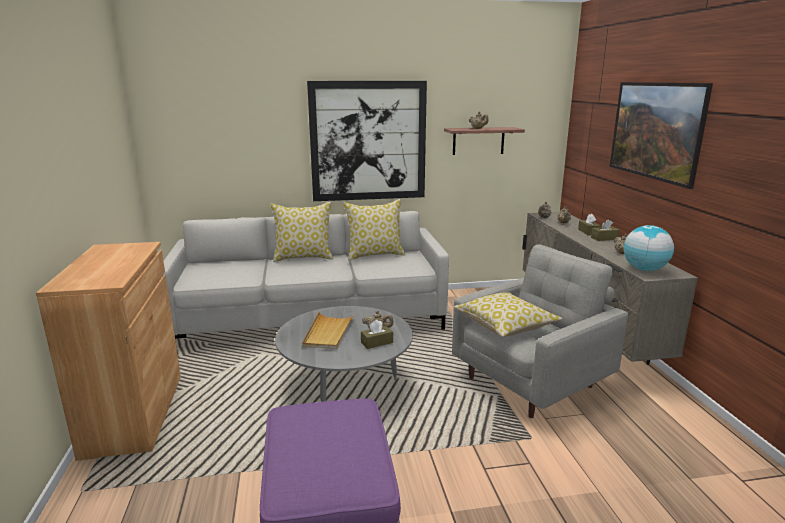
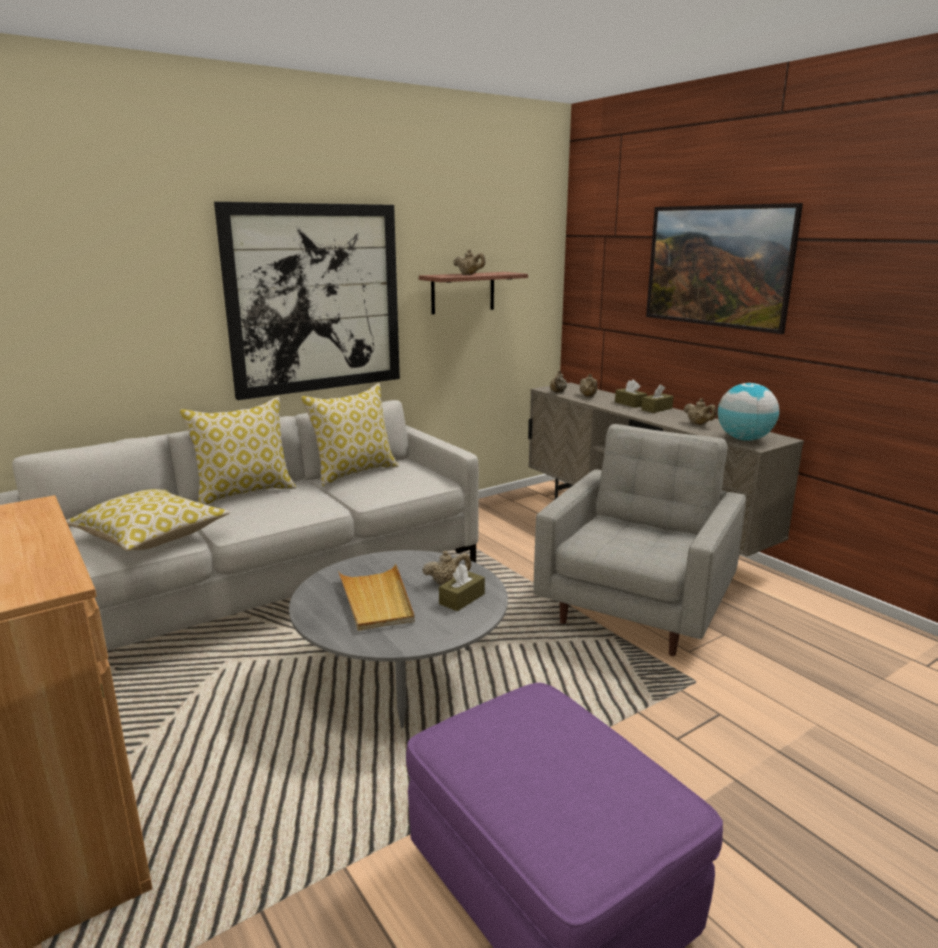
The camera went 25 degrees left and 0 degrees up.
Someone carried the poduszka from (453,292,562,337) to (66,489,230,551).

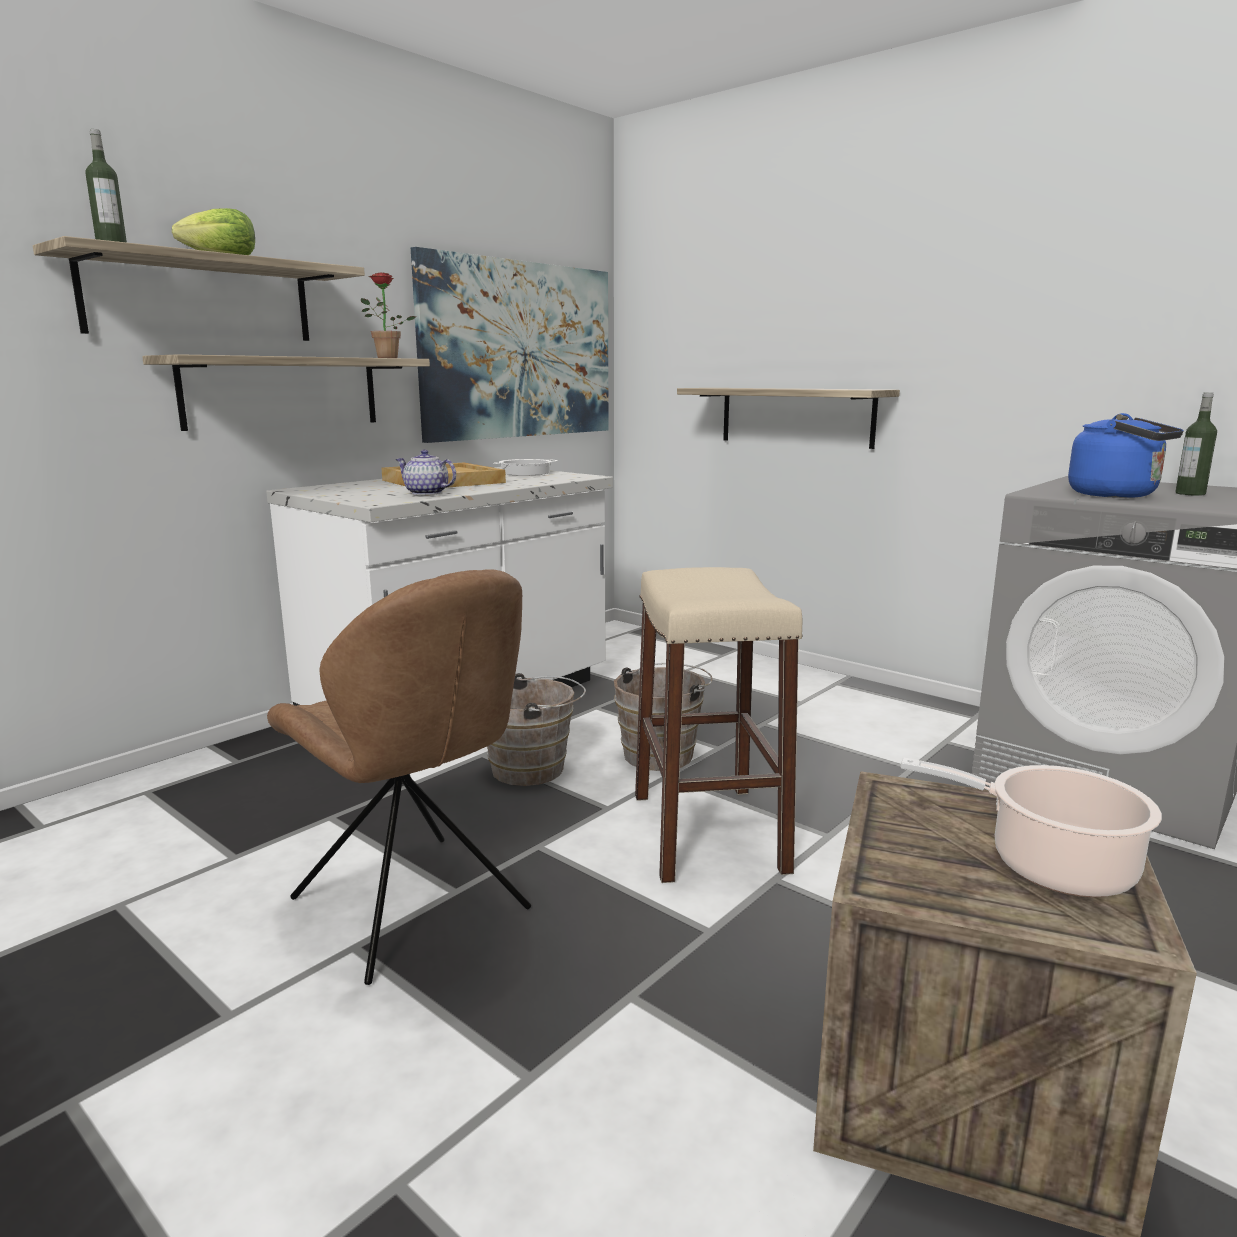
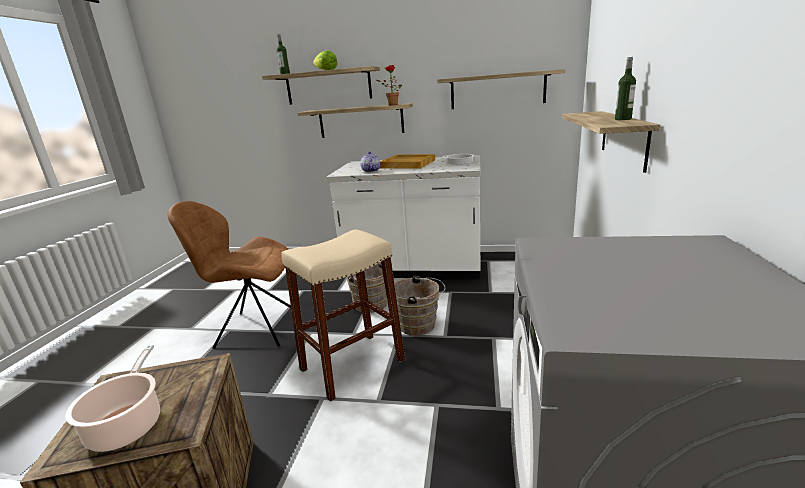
The camera went 60 degrees right and 5 degrees up.
Someone swapped the obraz at (411,247,609,443) for the półka at (437,69,566,109).
Someone carried the butelka from (1175,392,1217,496) to (615,57,636,120).
Someone took away the czajnik [niebieski] at (1068,413,1184,498).
Someone rotated the krzesło [brązowy] at (267,569,531,985) by 75 degrees clockwise.

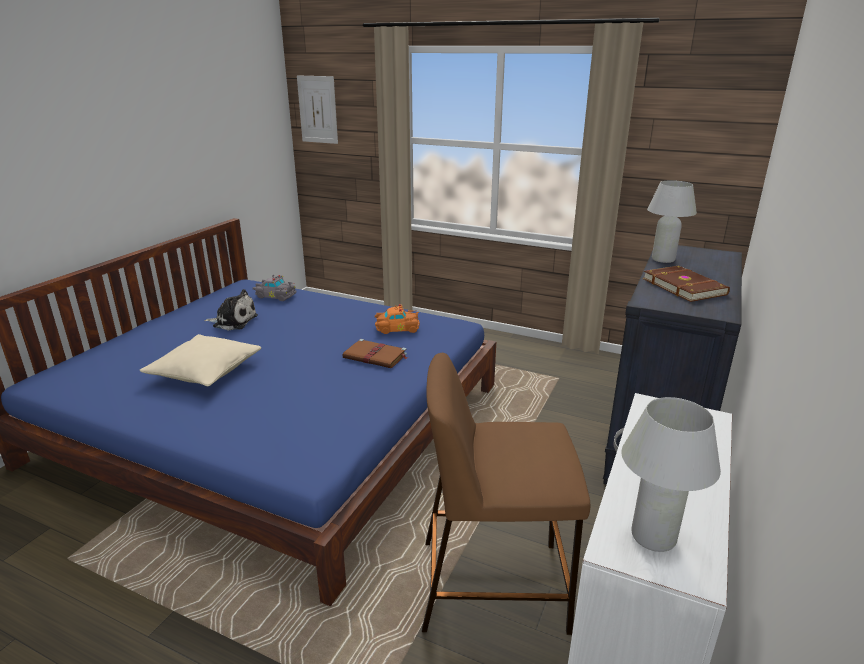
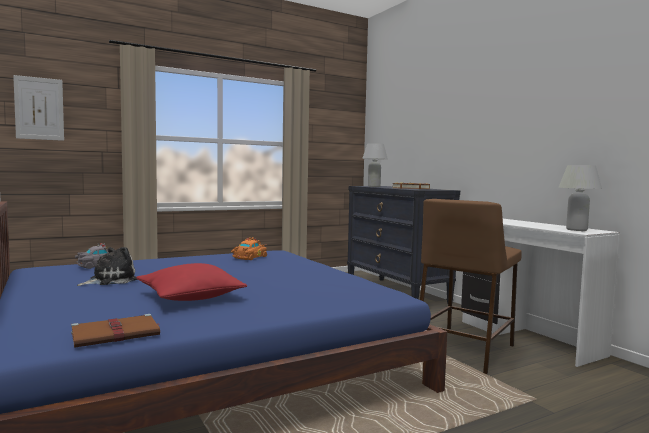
The camera went 55 degrees left and 20 degrees down.
Someone repainted the poduszka [beżowy] at (140,334,261,386), which became the poduszka [czerwony] at (136,263,247,301).
Someone carried the książka [brązowy] from (342,339,408,368) to (71,314,160,348).

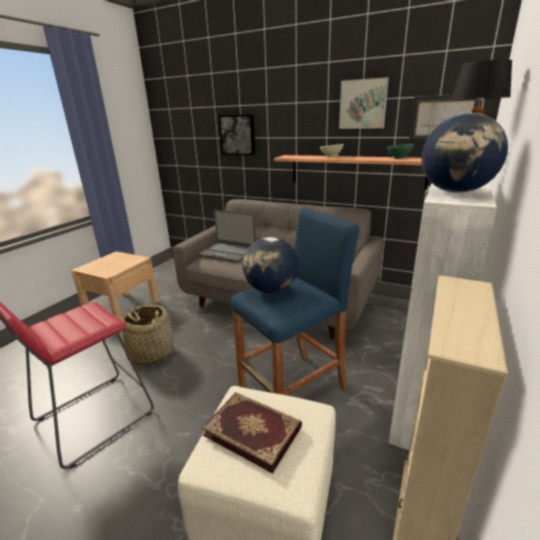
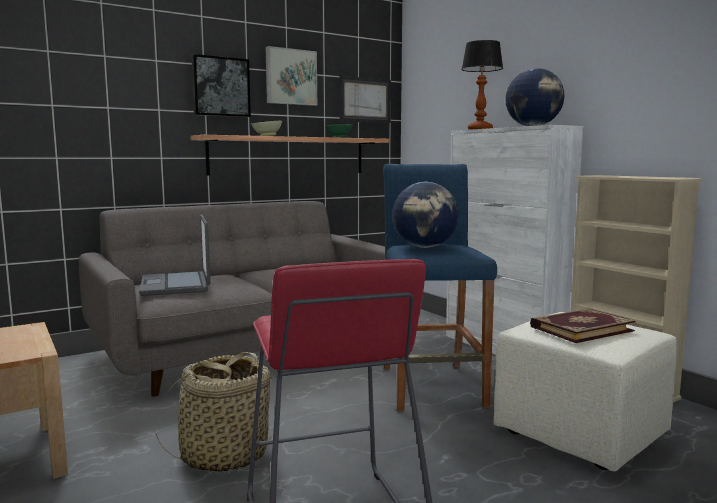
The camera went 60 degrees left and 15 degrees down.
Someone carried the obraz from (219,114,255,155) to (191,54,251,117).
Someone rotated the laptop at (198,210,256,263) by 105 degrees clockwise.

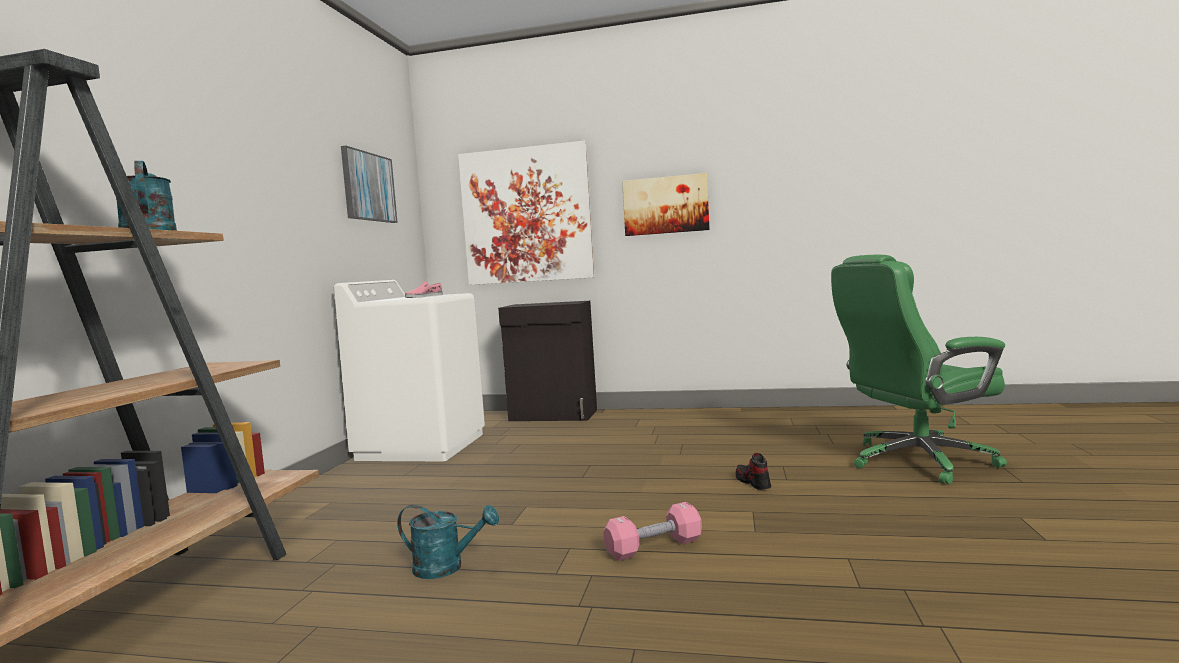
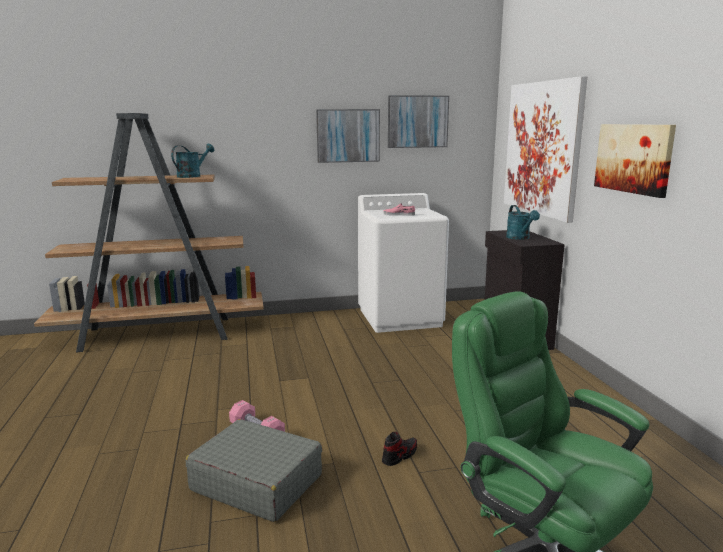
The camera went 65 degrees right and 10 degrees up.
Someone carried the konewka [turkusowy] from (397,505,499,579) to (506,205,540,240).
Someone put up the obraz at (316,109,380,163).
Someone put down the walizka [szary] at (186,419,322,522).

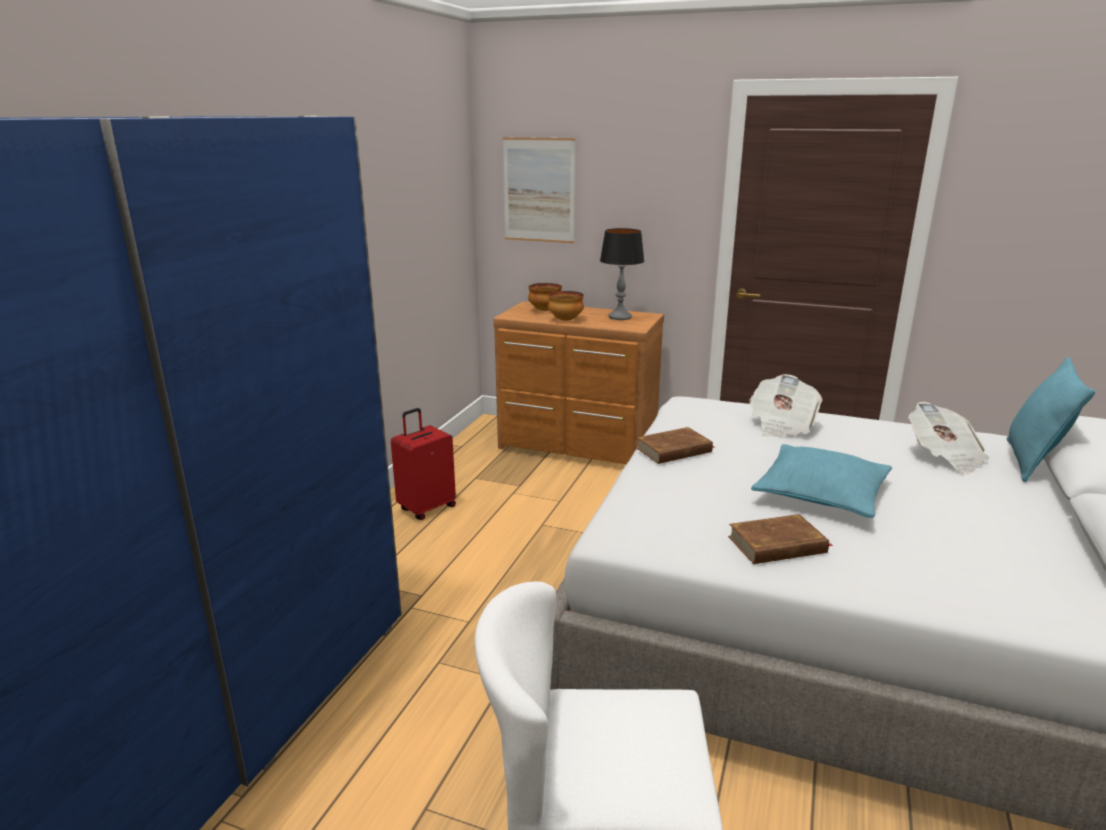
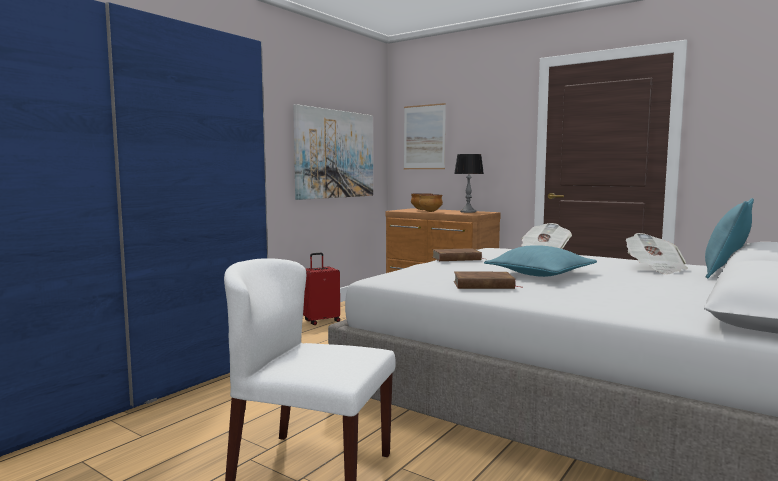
The camera went 15 degrees right and 15 degrees down.
Someone put up the obraz at (293,104,373,200).

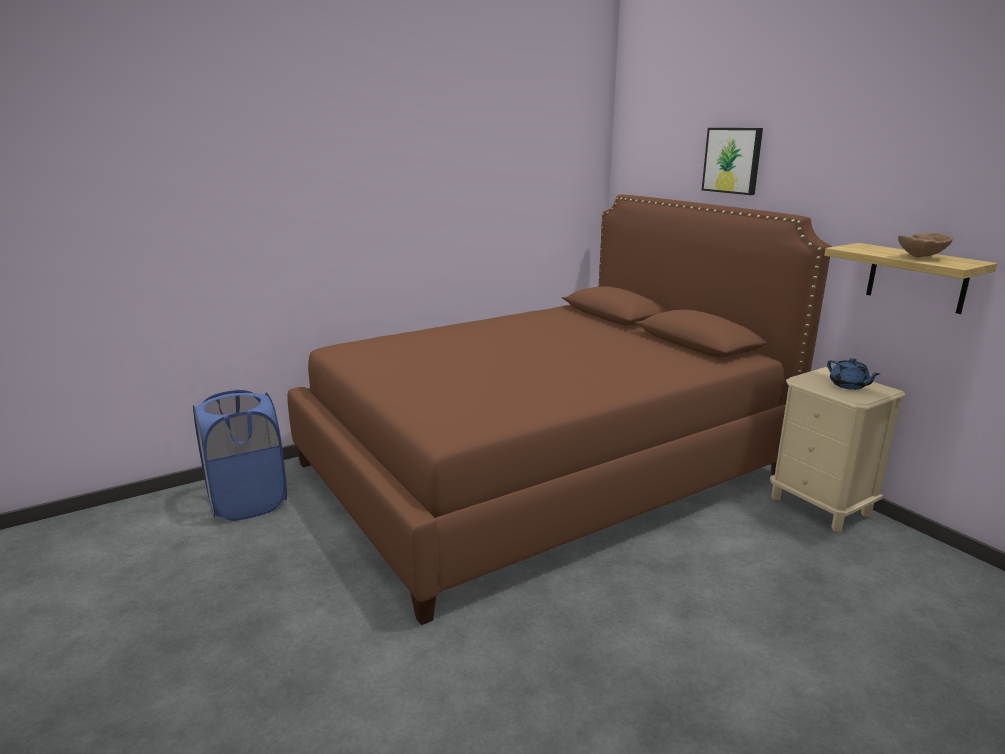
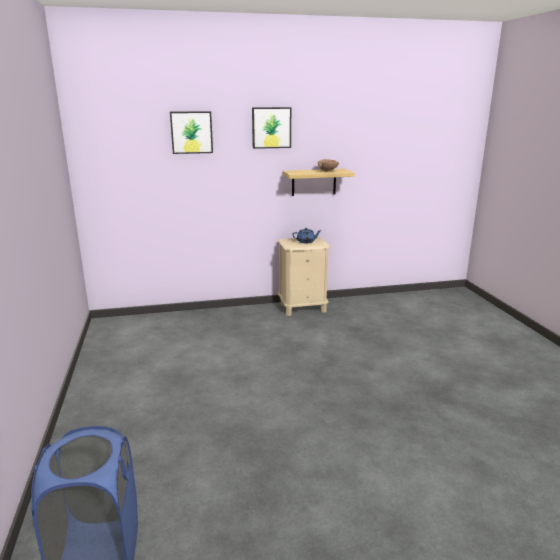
The camera went 70 degrees left and 0 degrees up.
Someone took away the łóżko [brązowy] at (287,195,832,625).
Someone put up the obraz at (252,107,291,149).

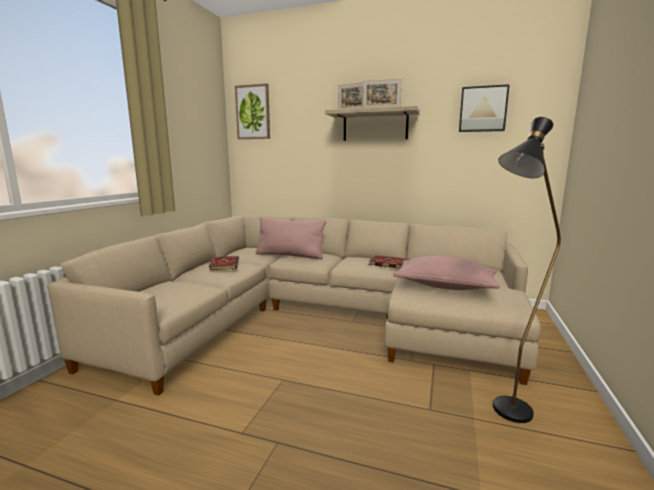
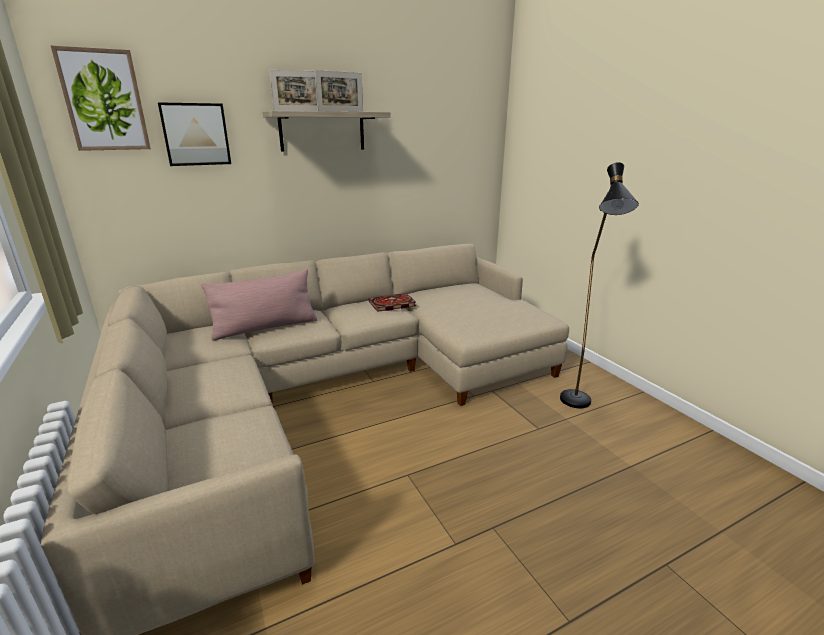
The camera went 45 degrees left and 10 degrees up.
Someone carried the obraz from (459,84,510,132) to (158,102,231,166).
Someone took away the poduszka [różowy] at (393,255,499,290).
Someone took away the książka at (209,256,239,270).

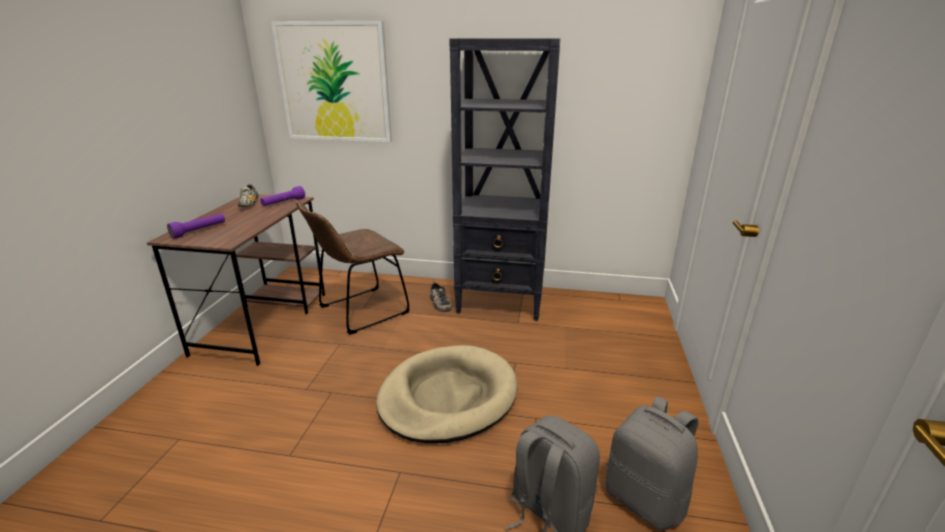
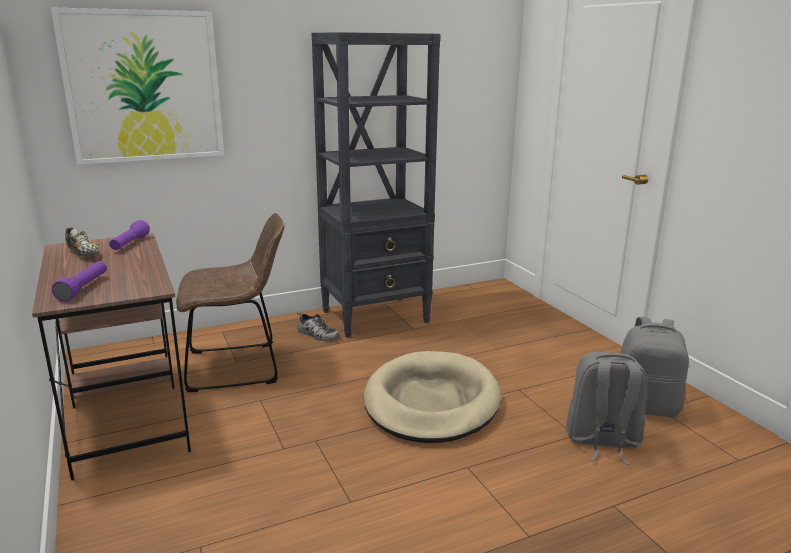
The camera went 35 degrees left and 5 degrees down.
Someone rotated the krzesło [brązowy] at (296,201,410,335) by 120 degrees counterclockwise.

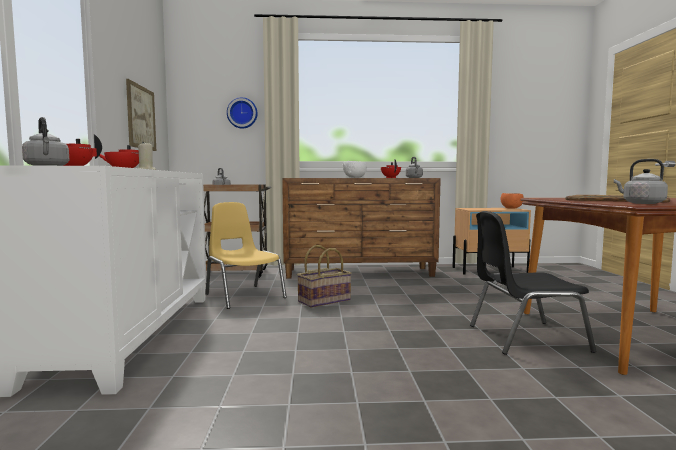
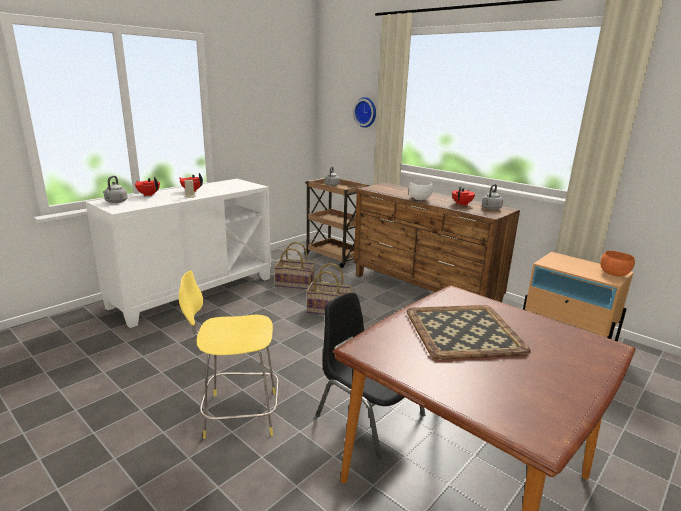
The camera went 45 degrees right and 15 degrees up.
Someone took away the obraz at (126,79,156,151).
Someone took away the czajnik [szary] at (614,159,668,204).
Someone swapped the krzesło [żółty] at (205,202,287,309) for the koszyk at (274,242,315,289).
Someone put down the stołek [żółty] at (179,270,278,439).

